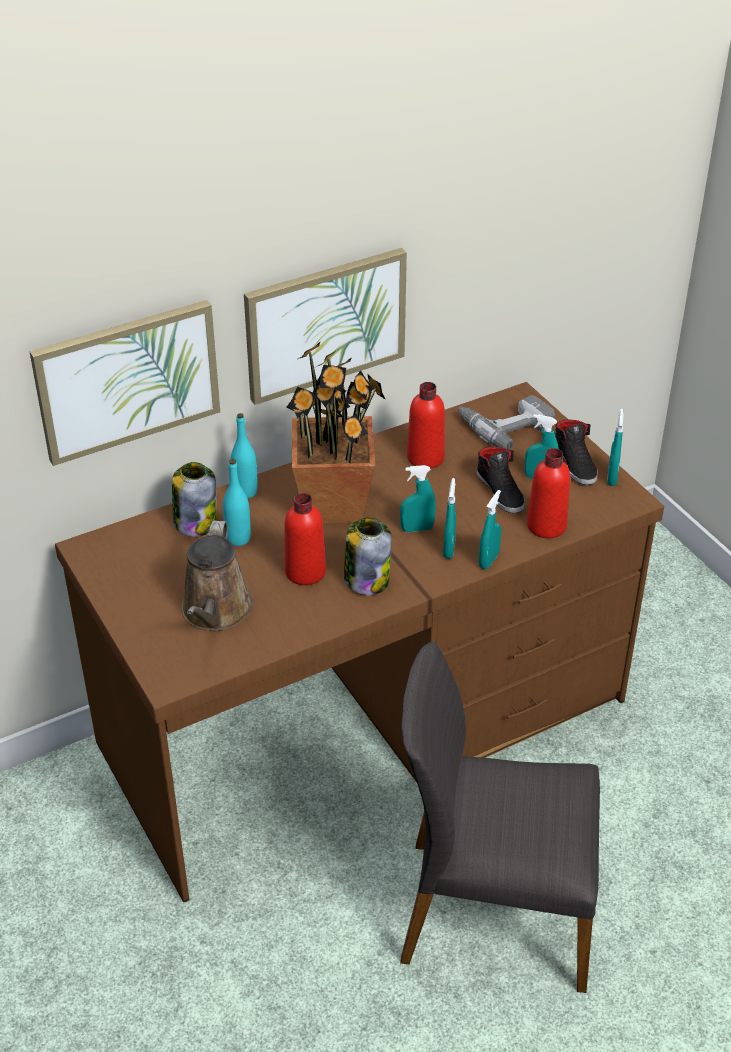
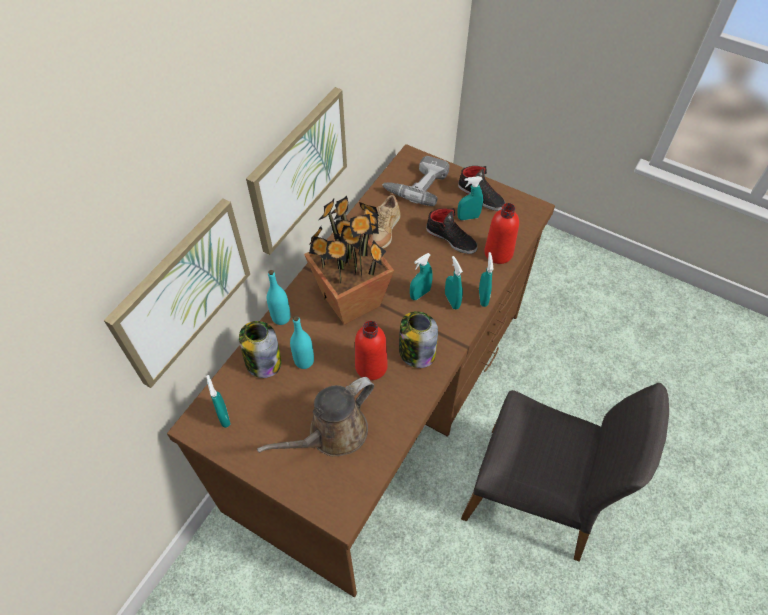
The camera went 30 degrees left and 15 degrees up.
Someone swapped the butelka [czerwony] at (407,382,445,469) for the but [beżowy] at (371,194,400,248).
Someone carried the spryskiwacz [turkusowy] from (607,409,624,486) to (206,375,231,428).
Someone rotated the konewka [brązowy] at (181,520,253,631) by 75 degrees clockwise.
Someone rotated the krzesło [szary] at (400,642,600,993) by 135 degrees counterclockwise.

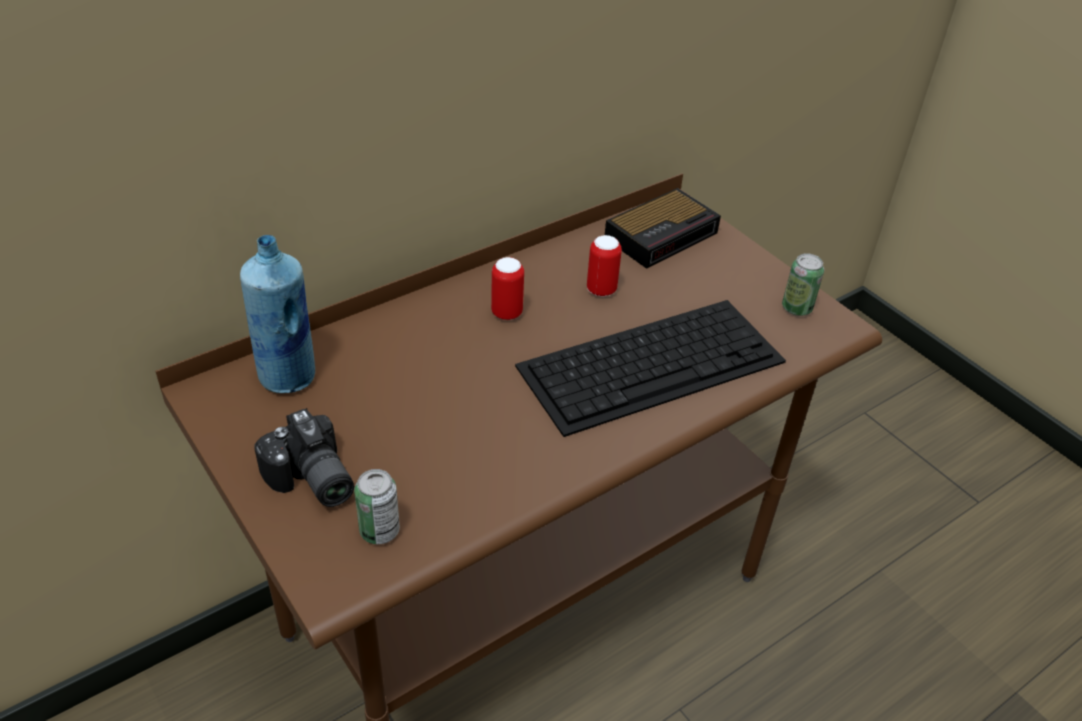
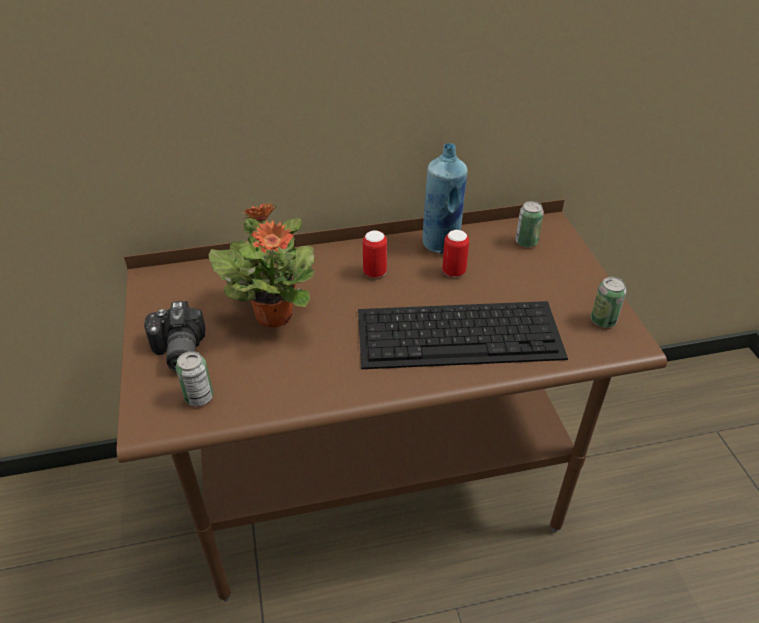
The camera went 25 degrees right and 0 degrees up.
Someone swapped the budzik at (605,188,721,269) for the puszka at (516,201,544,247).
Someone carried the butelka [niebieski] from (240,235,315,393) to (422,143,468,254).
Someone put down the roślina doniczkowa at (209,203,315,327).

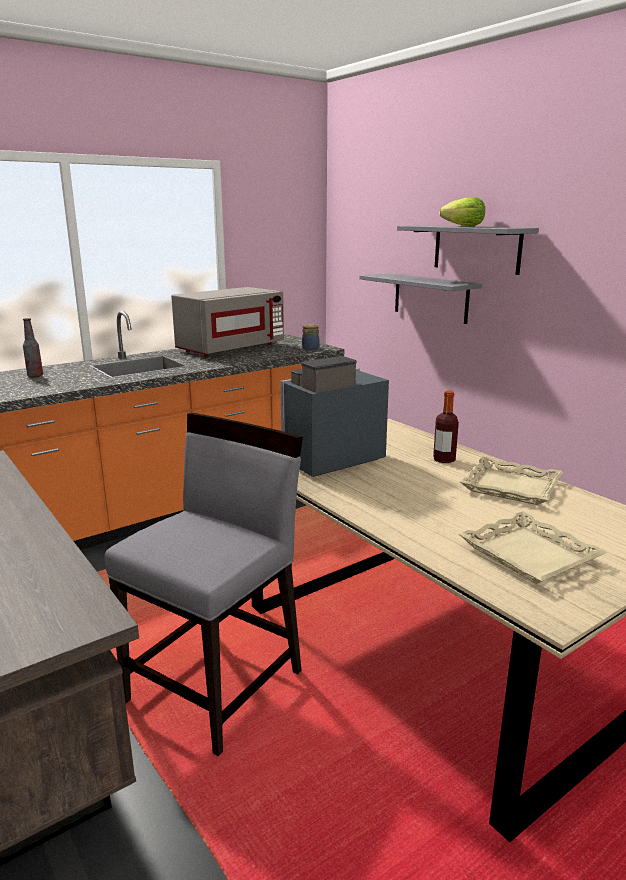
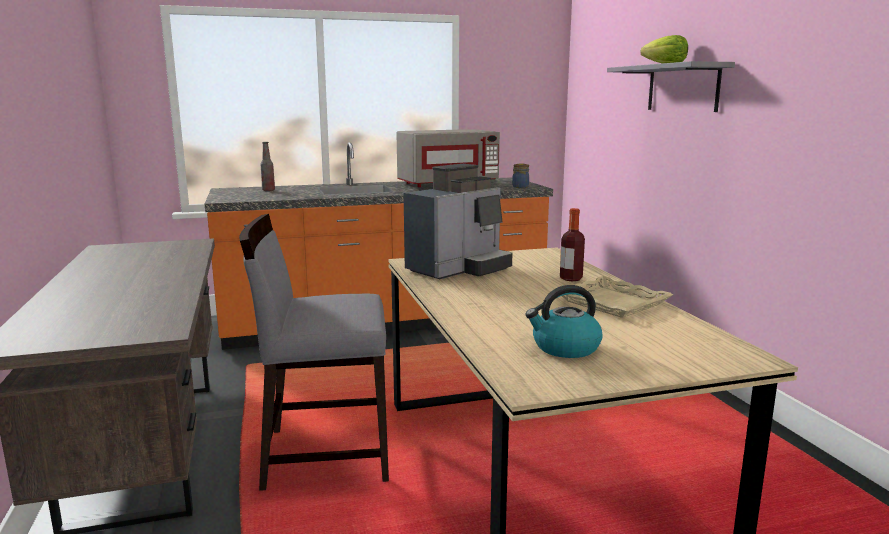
The camera went 20 degrees right and 5 degrees down.
Someone took away the półka [szary] at (360,273,483,324).
Someone rotated the ekspres do kawy at (280,356,389,477) by 150 degrees clockwise.
Someone rotated the krzesło [szary] at (105,413,303,756) by 150 degrees counterclockwise.
Someone swapped the taca [beżowy] at (459,511,607,584) for the czajnik at (525,285,602,358).

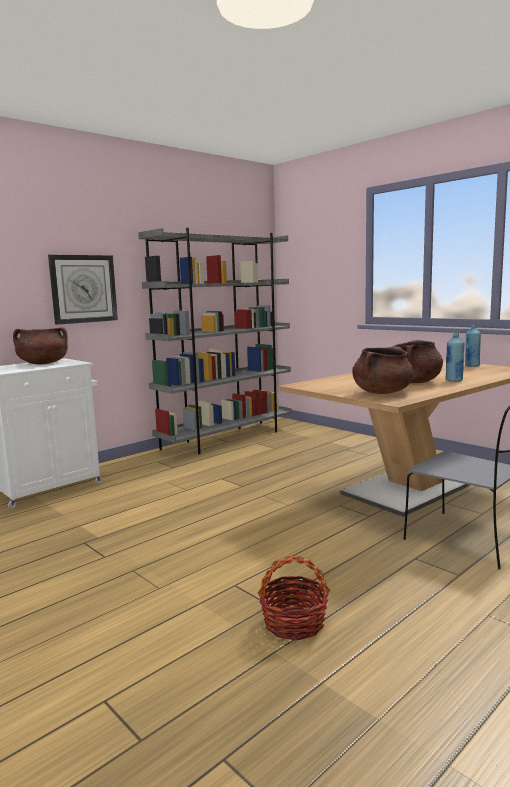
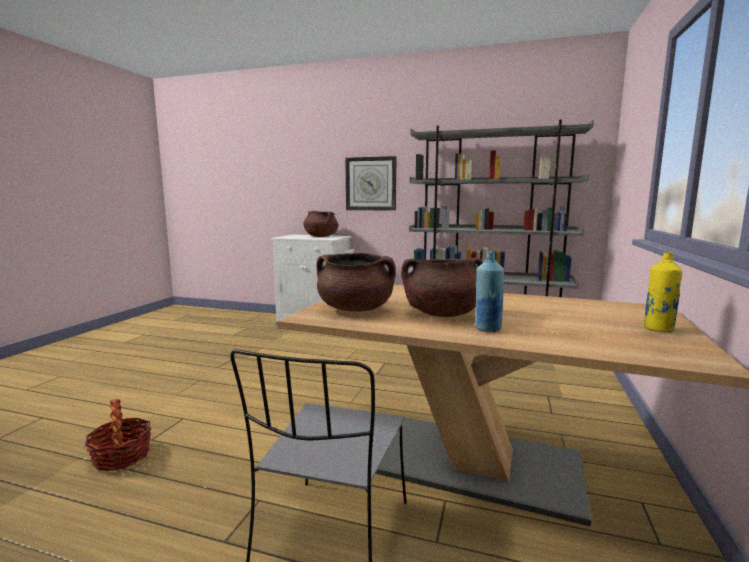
The camera went 60 degrees right and 0 degrees up.
Someone repainted the butelka [niebieski] at (465,324,481,367), which became the butelka [żółty] at (644,252,682,332).

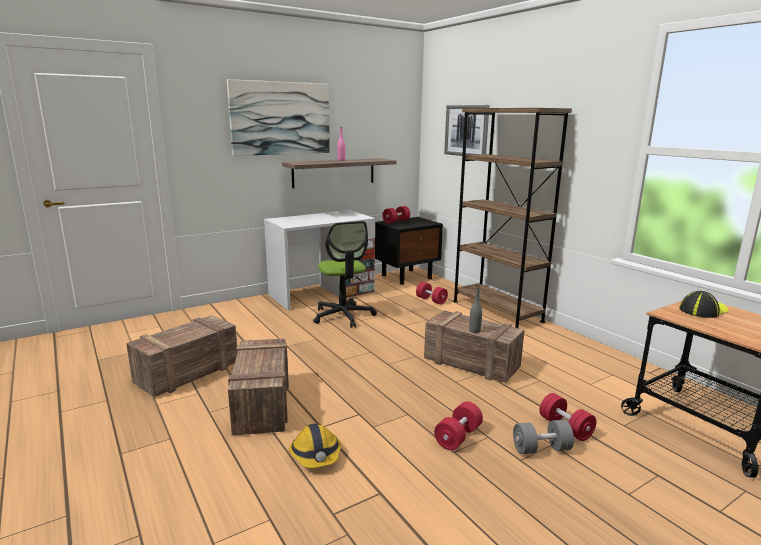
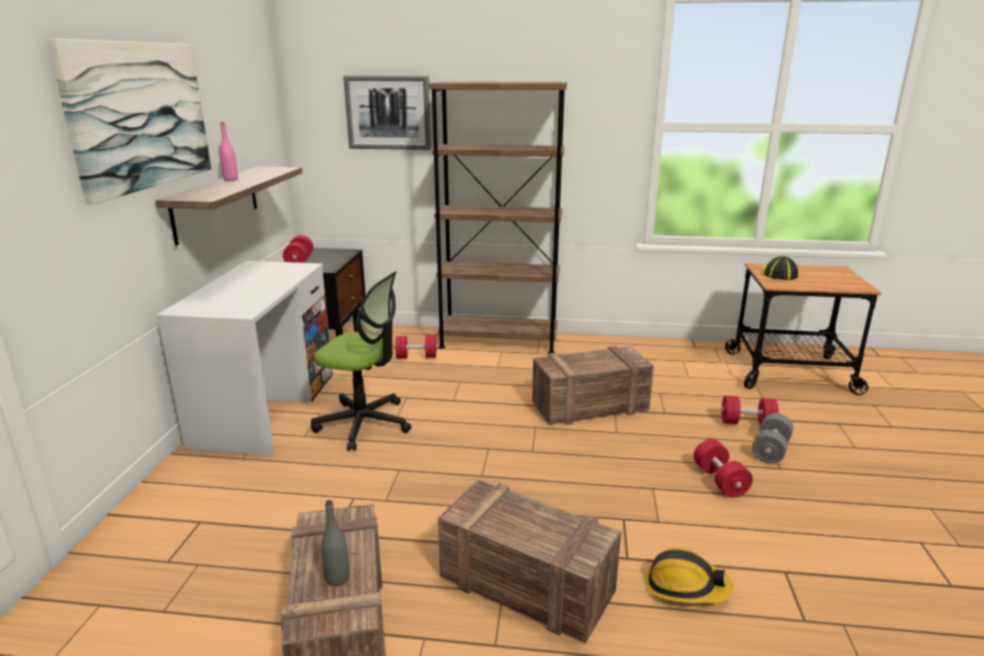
The camera went 50 degrees left and 5 degrees up.
Someone carried the butelka [szary] from (469,288,482,333) to (321,500,349,586).

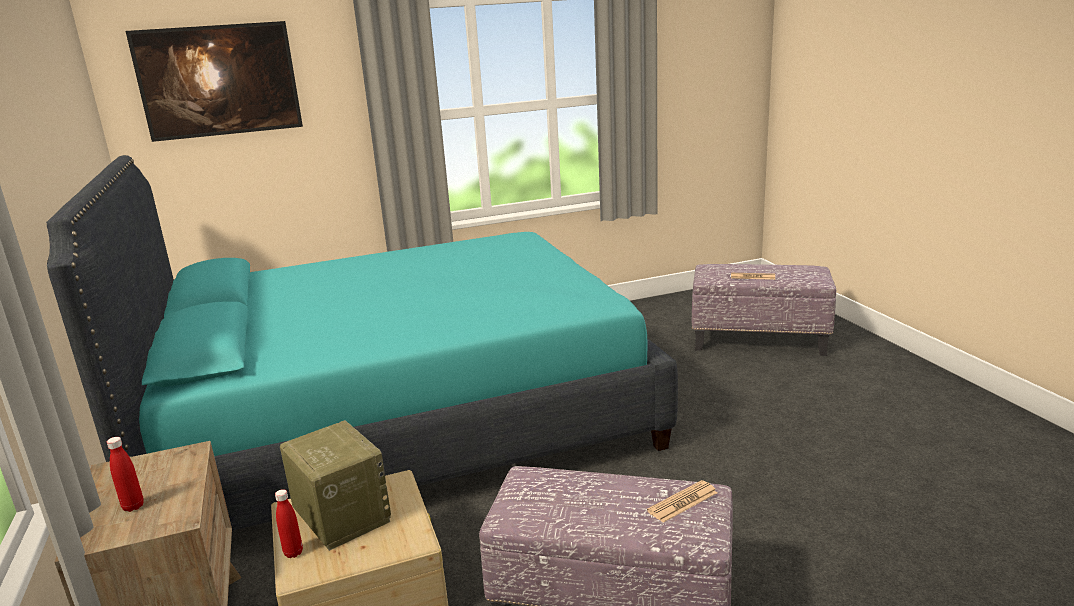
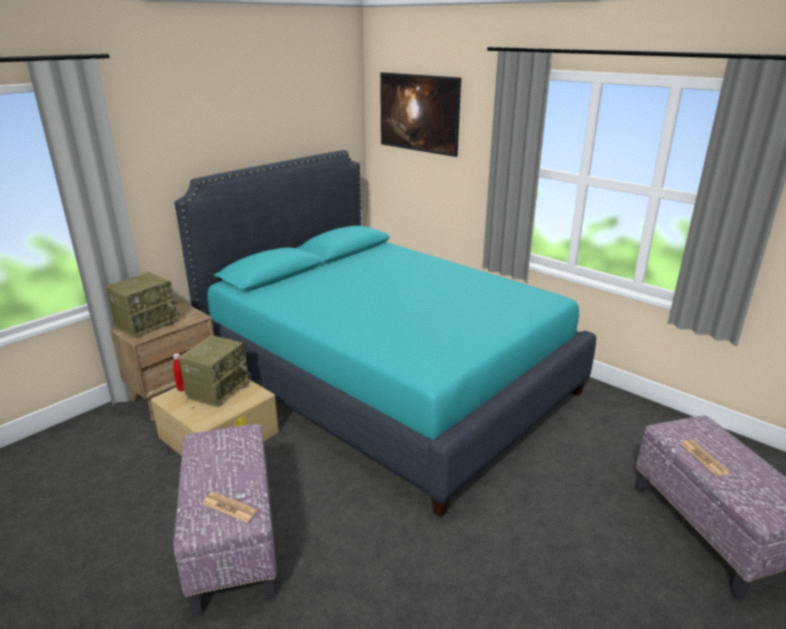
The camera went 60 degrees right and 5 degrees up.
Someone swapped the butelka [czerwony] at (107,437,144,512) for the radio at (106,272,180,338).

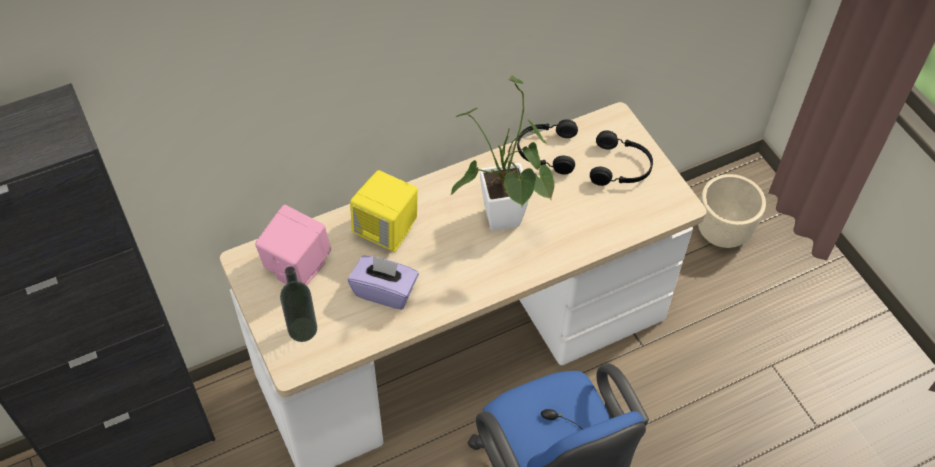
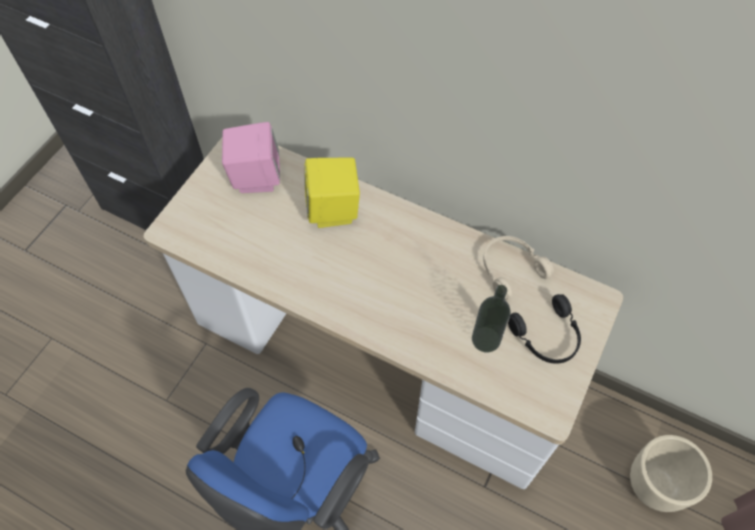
The camera went 55 degrees right and 5 degrees up.
Someone took away the roślina doniczkowa at (450,75,554,231).
Someone repainted the słuchawki [czarny] at (517,119,578,174), which became the słuchawki [beżowy] at (483,236,554,300).
Someone took away the pudełko chusteczek [fioletowy] at (348,255,419,310).
Someone carried the butelka from (280,266,317,342) to (472,285,511,352).

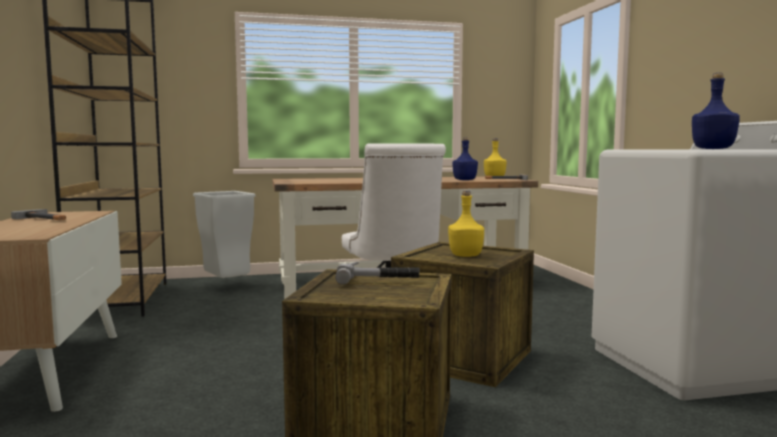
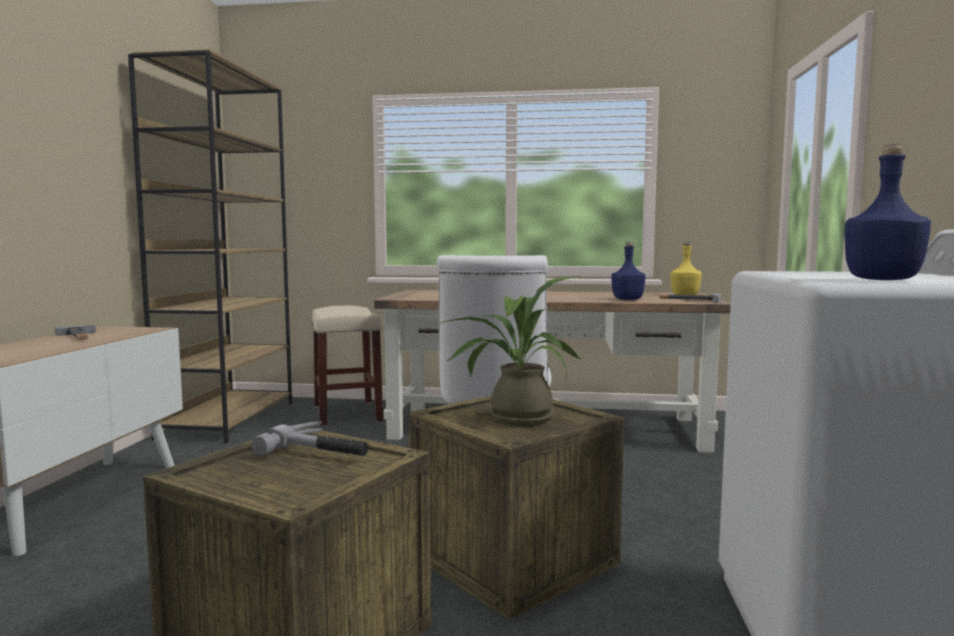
The camera went 20 degrees right and 0 degrees up.
Someone swapped the butelka [żółty] at (448,190,484,257) for the roślina doniczkowa at (436,276,582,426).
Someone swapped the kosz na śmieci [szary] at (193,191,256,278) for the stołek [beżowy] at (312,305,383,427).

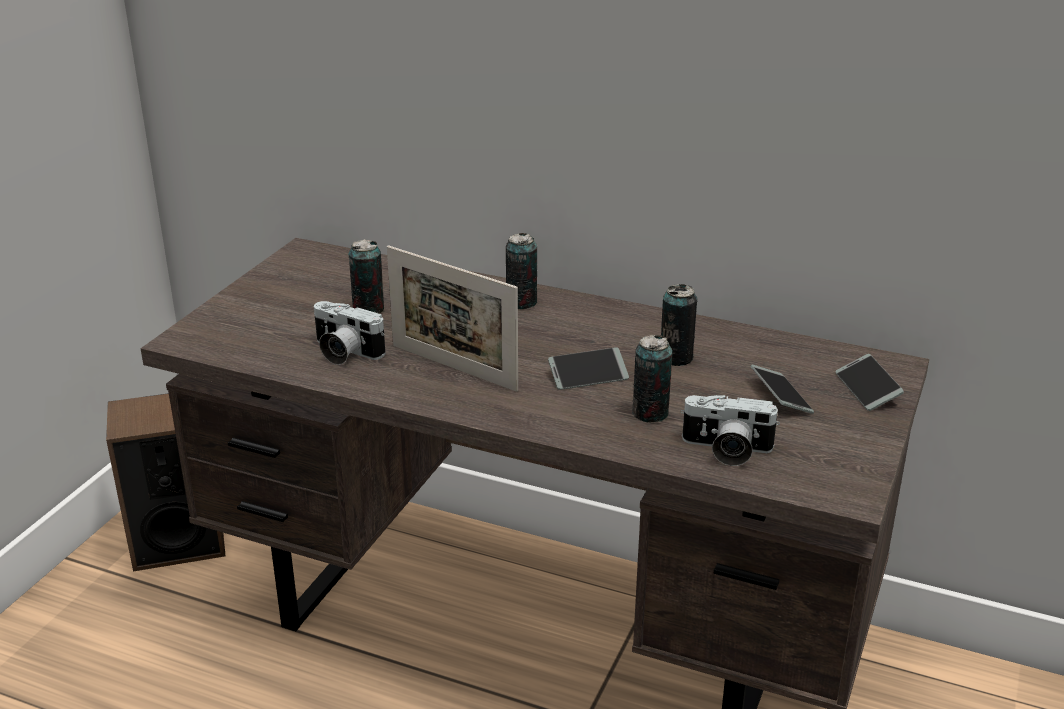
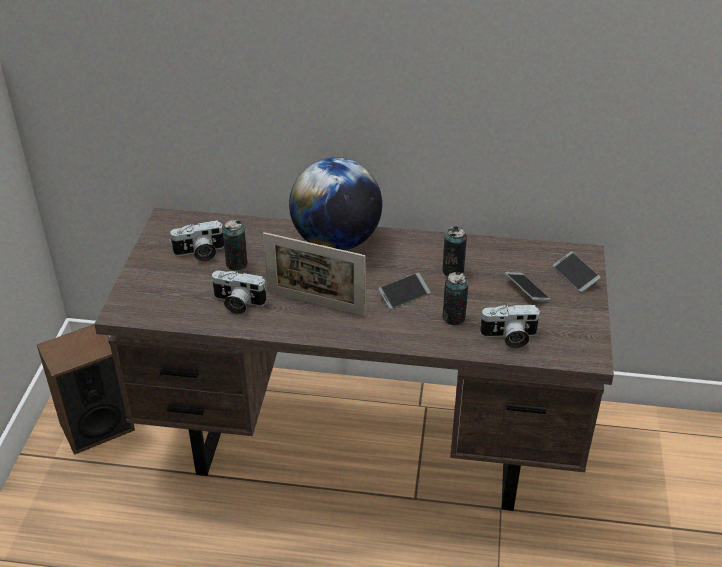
The camera went 15 degrees left and 10 degrees up.
Someone swapped the puszka at (506,233,537,309) for the globus at (289,157,382,250).
Someone put down the aparat fotograficzny at (169,220,224,262).

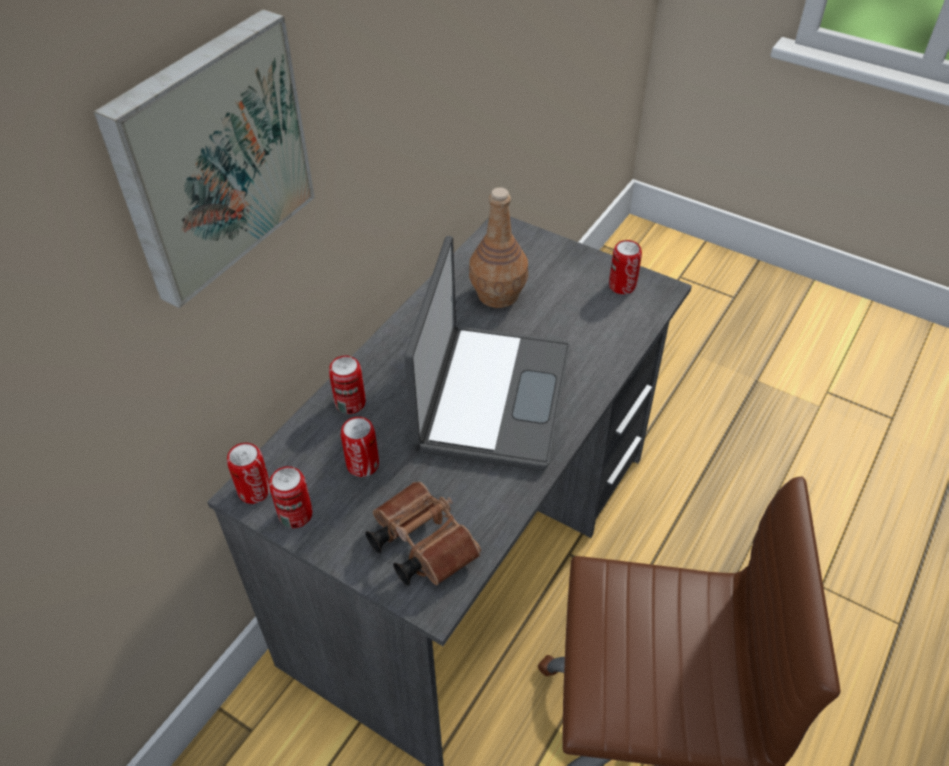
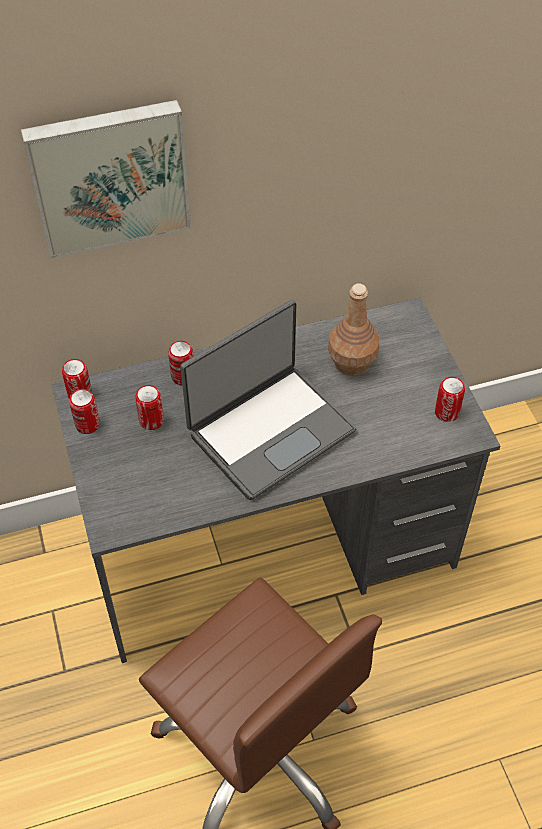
The camera went 40 degrees right and 5 degrees up.
Someone took away the lornetka [brązowy] at (366,482,481,585).

